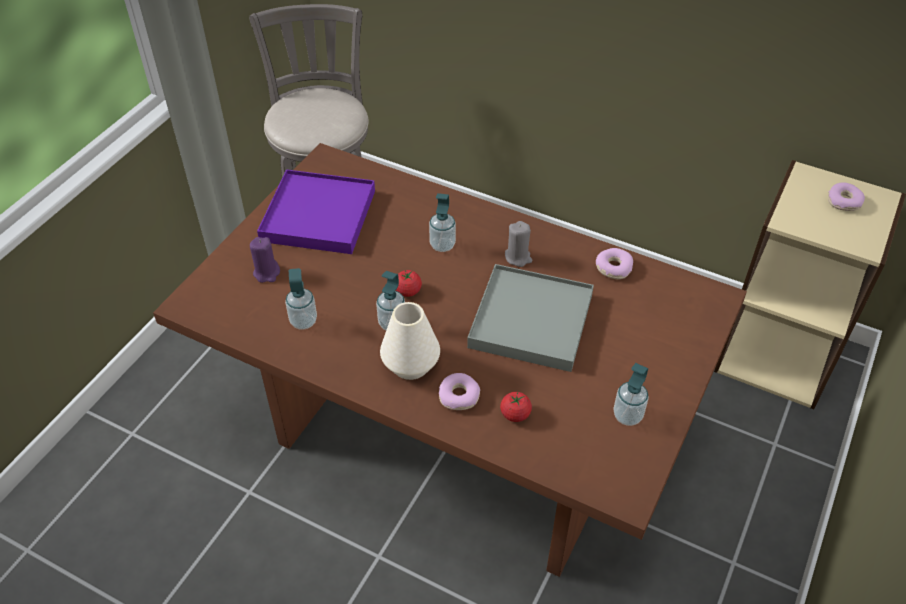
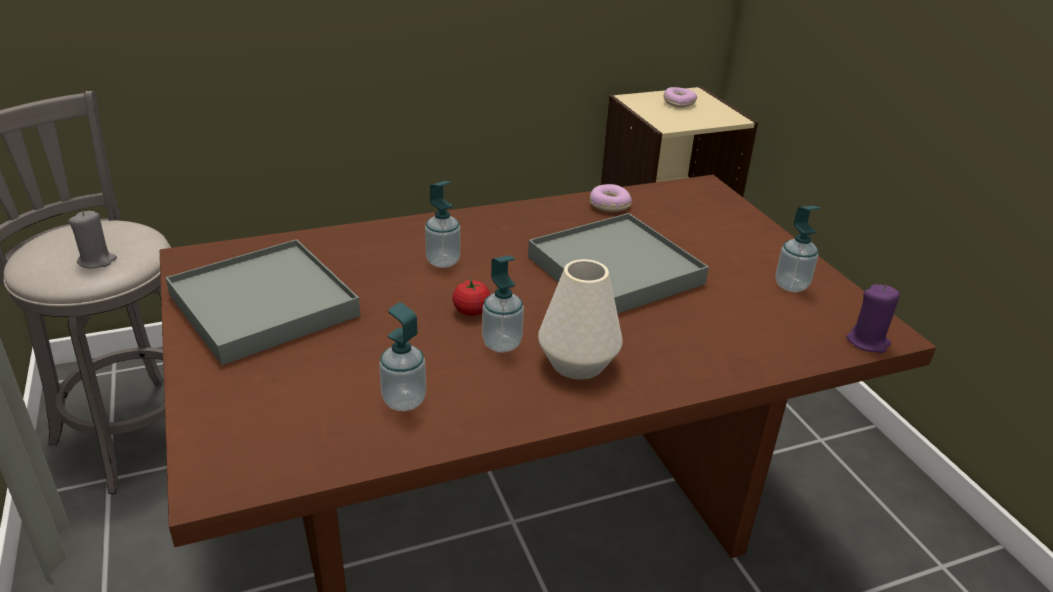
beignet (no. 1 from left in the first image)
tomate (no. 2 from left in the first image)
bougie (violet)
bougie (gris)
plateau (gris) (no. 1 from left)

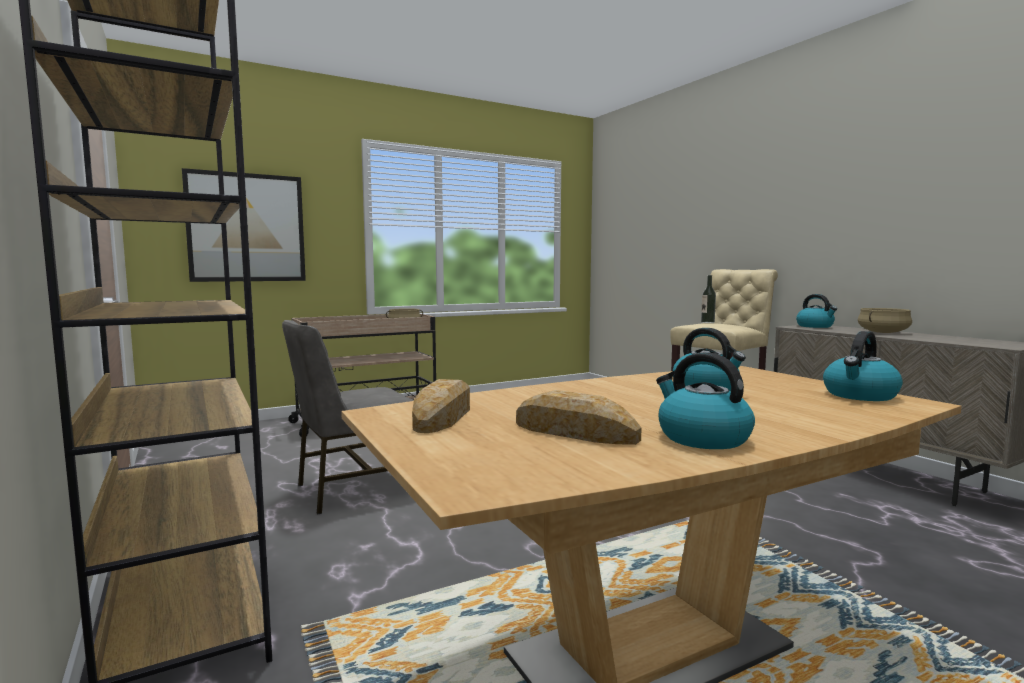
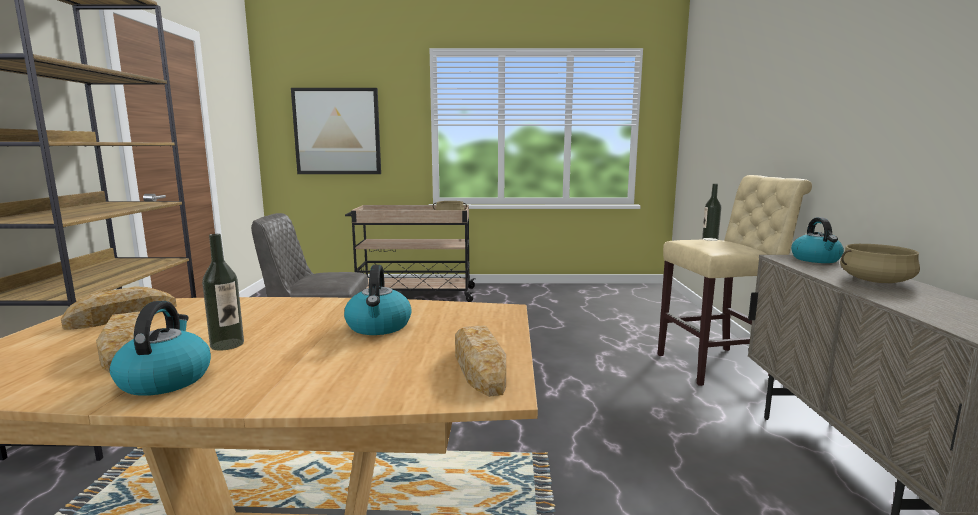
bouteille (no. 1 from left)
pain (no. 3 from left)

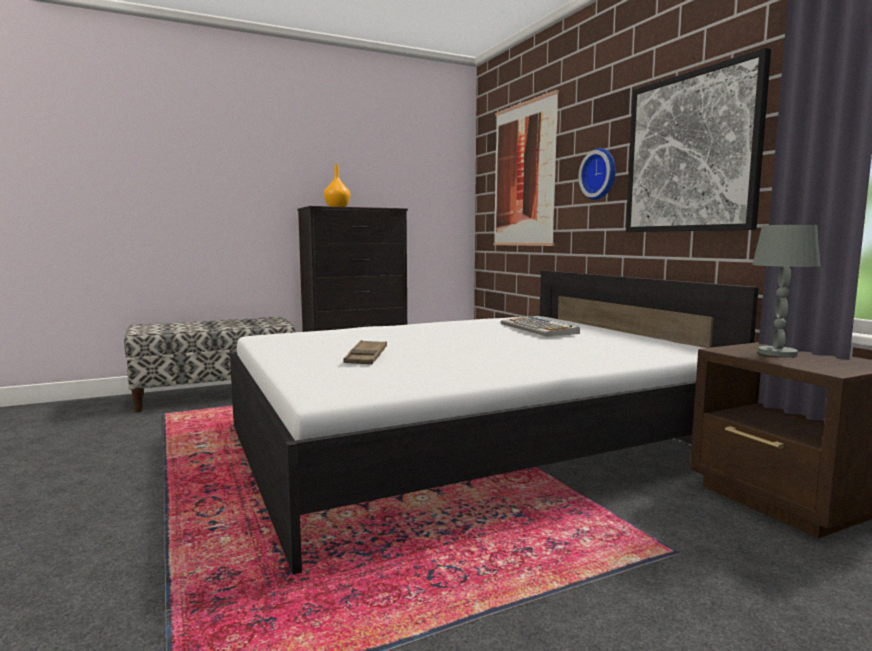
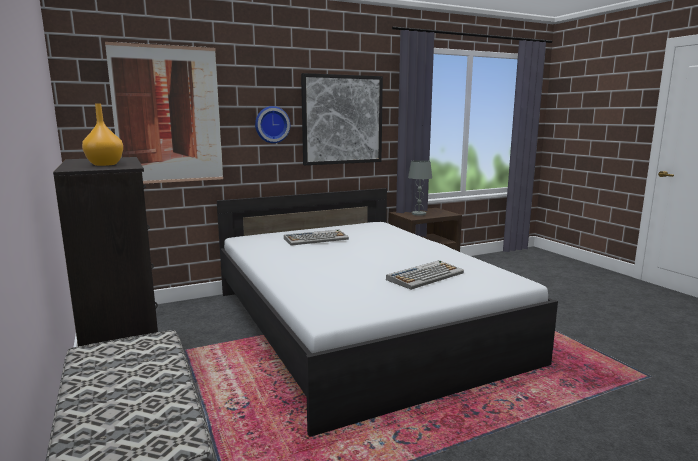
clavier (no. 2 from left)

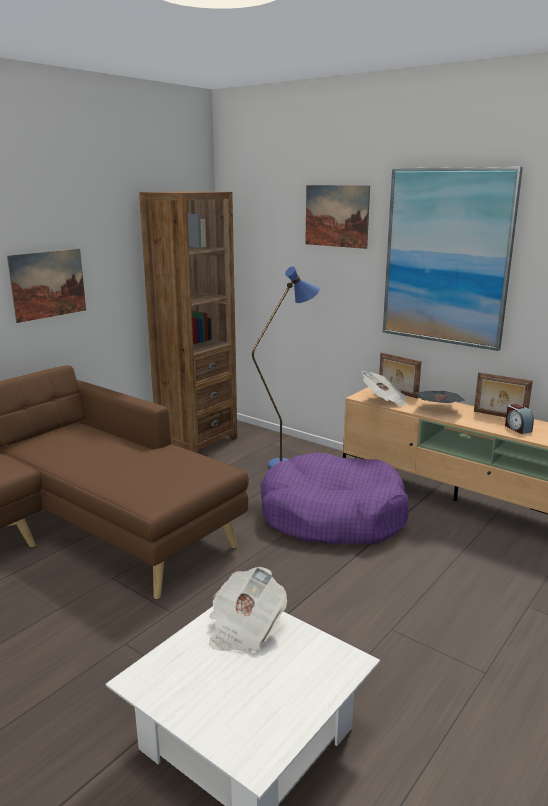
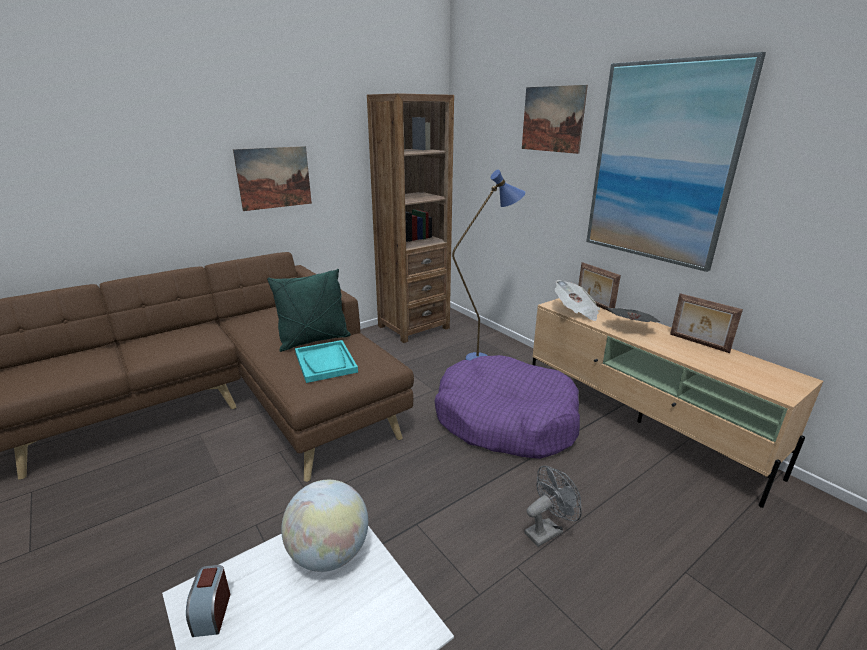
coussin (vert)
plateau (turquoise)
ventilateur (gris)
réveil
globe

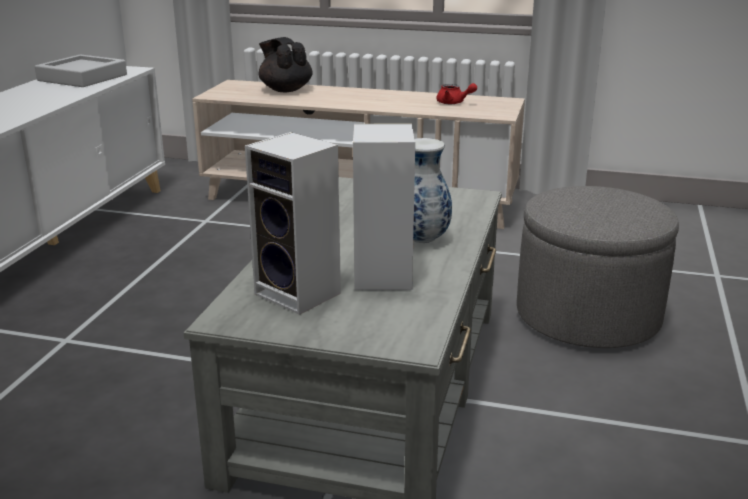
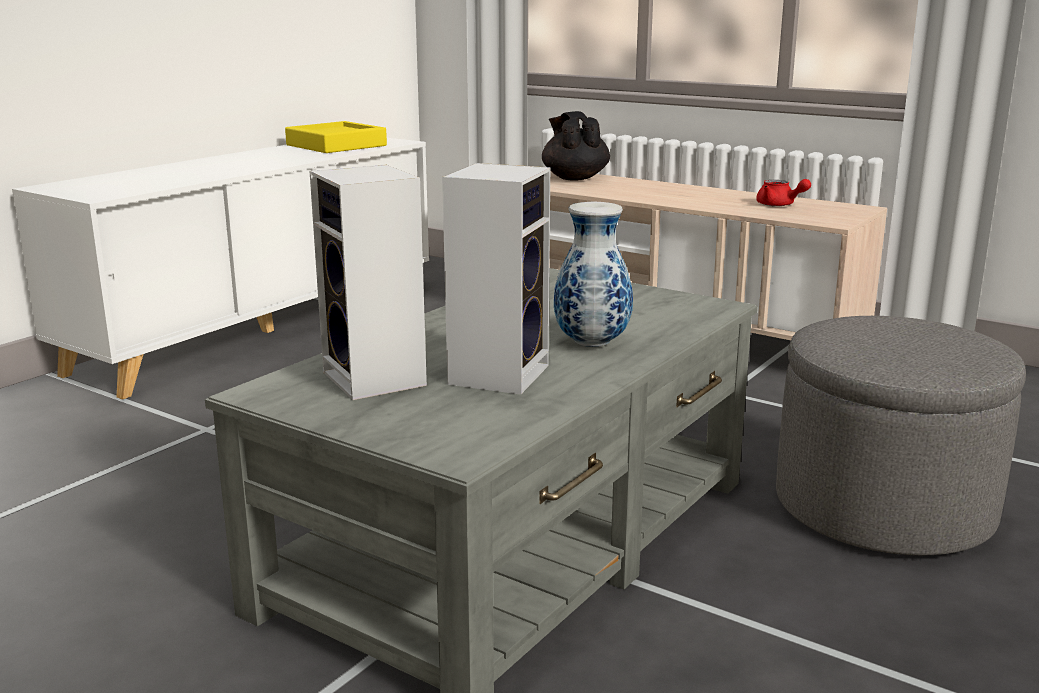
plateau (jaune)

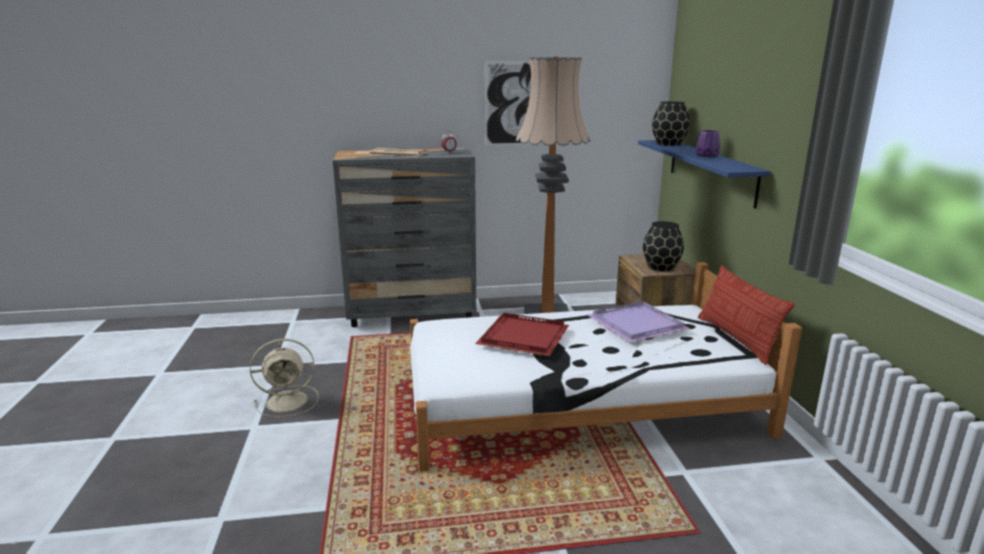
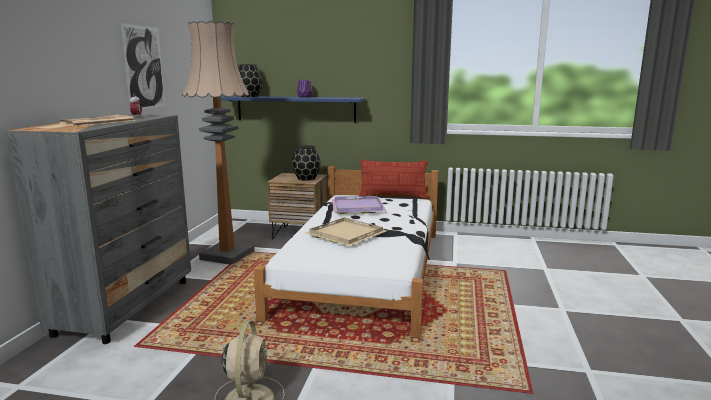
plateau (beige)

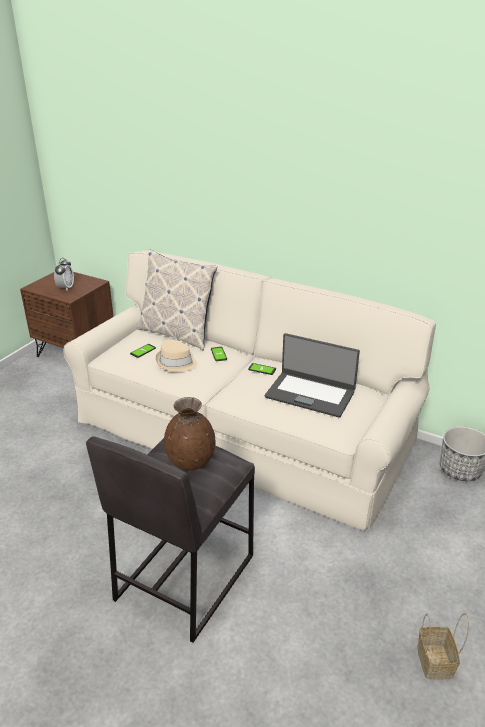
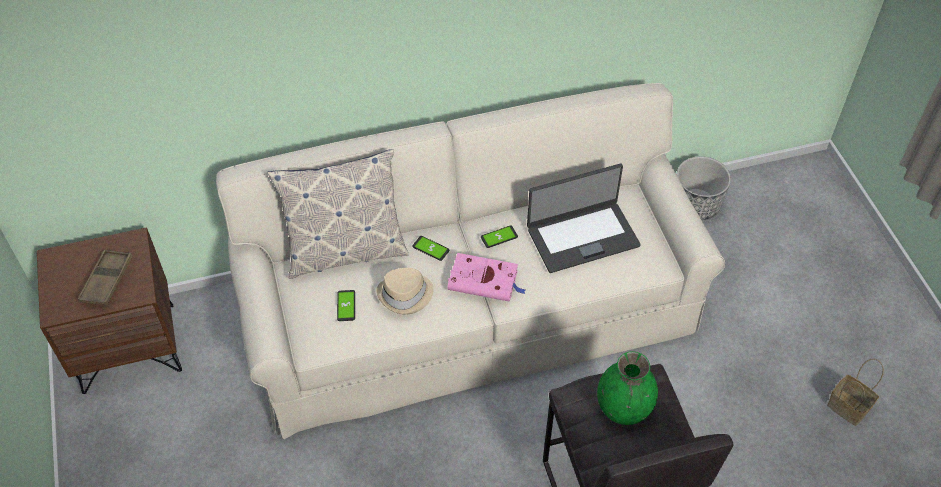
livre (rose)
plateau (marron)
vase (vert)

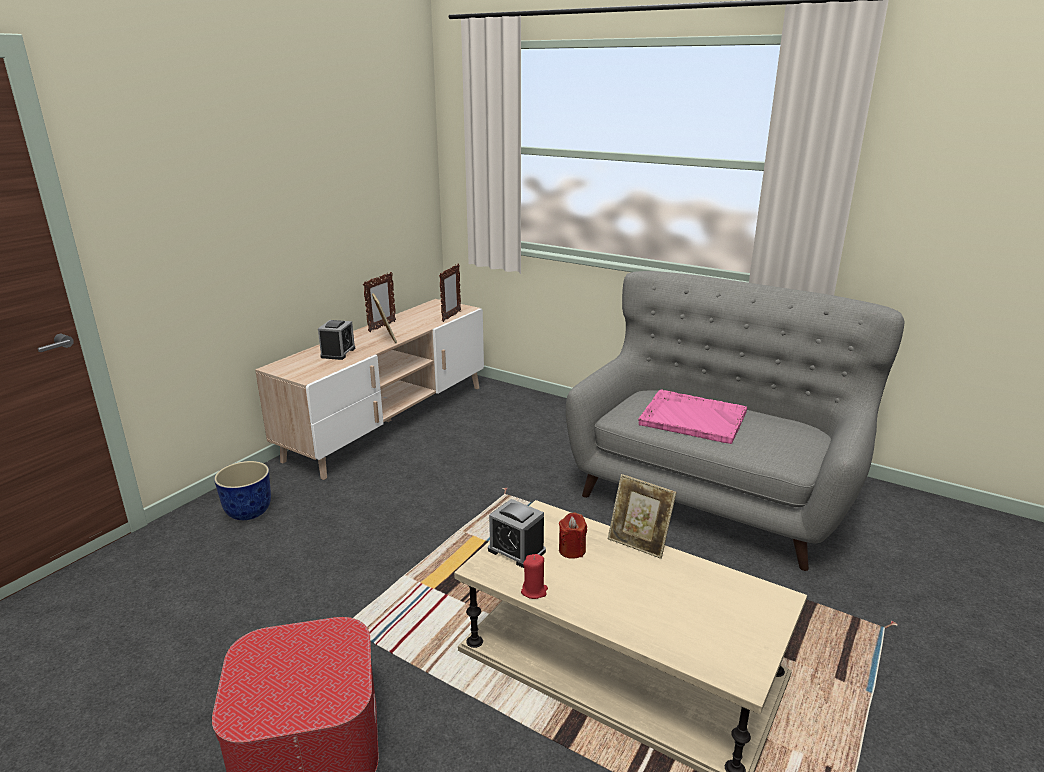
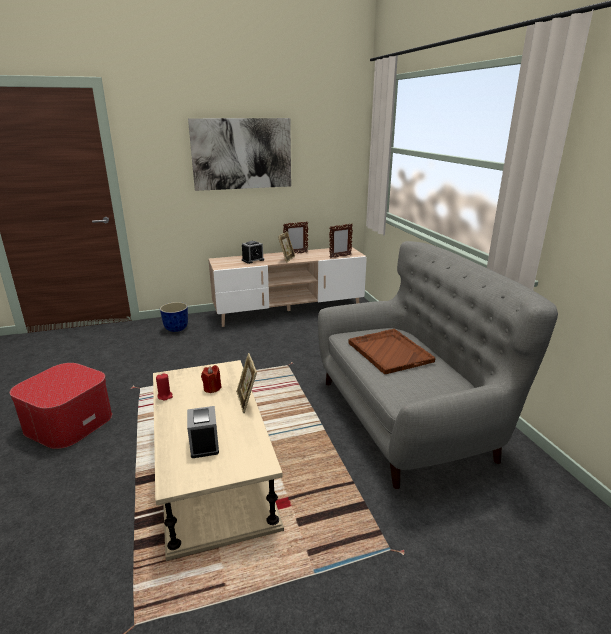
tableau
réveil (no. 1 from left)
plateau (marron)

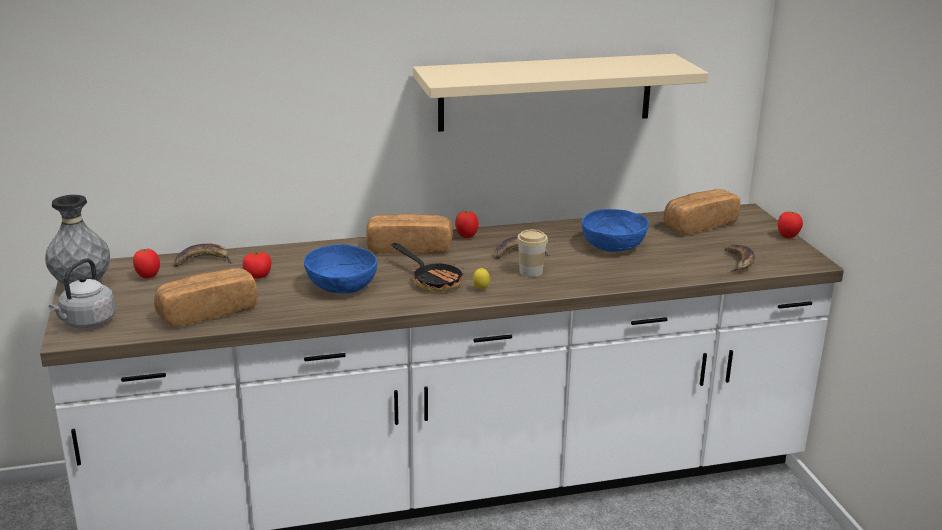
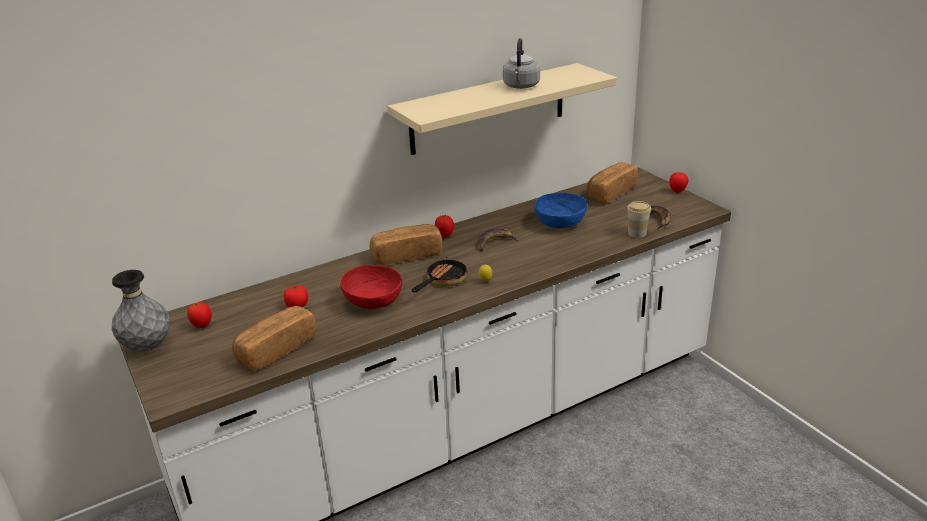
banane (no. 1 from left in the first image)
bouilloire (gris)
tasse
bol (rouge)
poêle

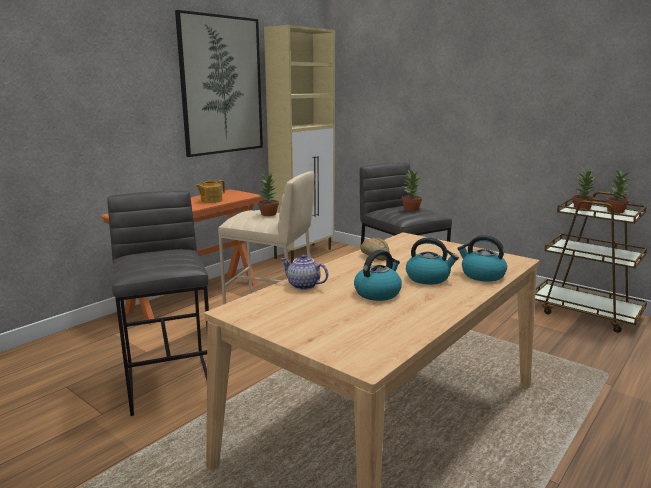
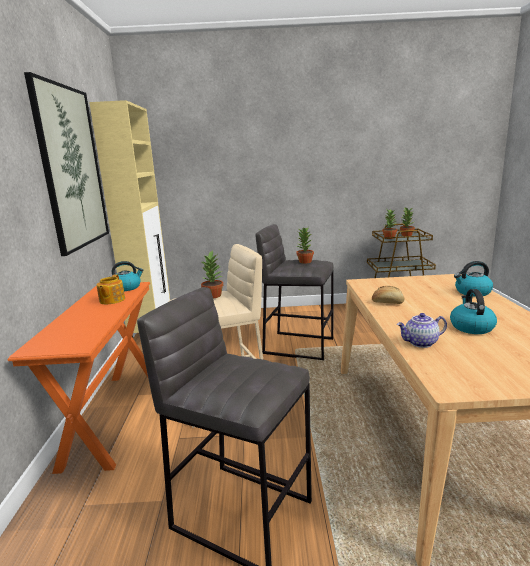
bouilloire (no. 1 from left)

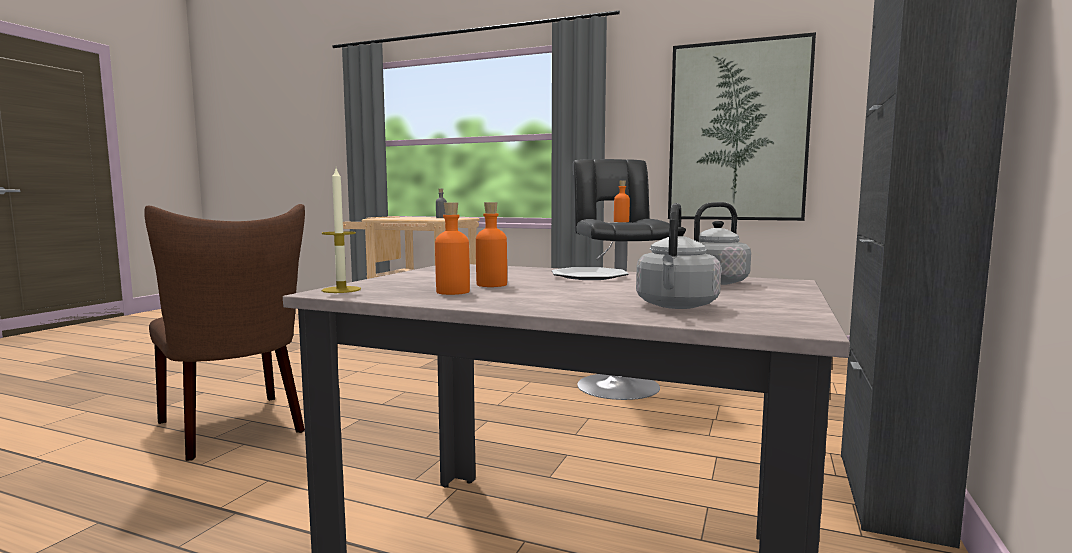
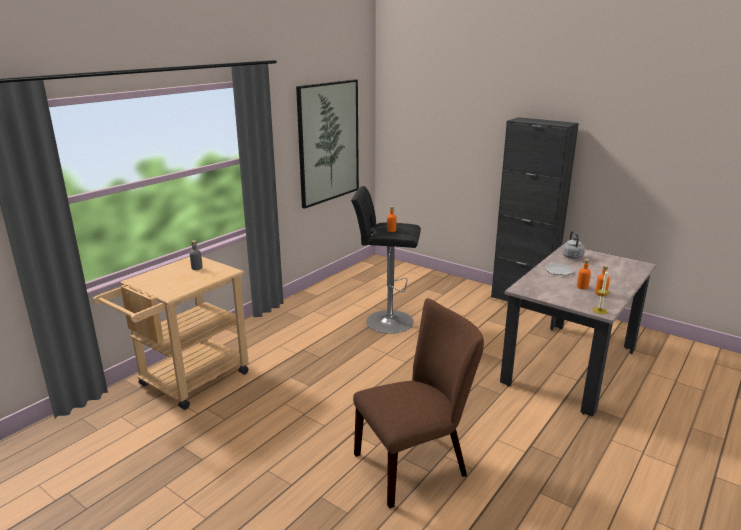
bouilloire (gris) (no. 1 from left in the first image)

